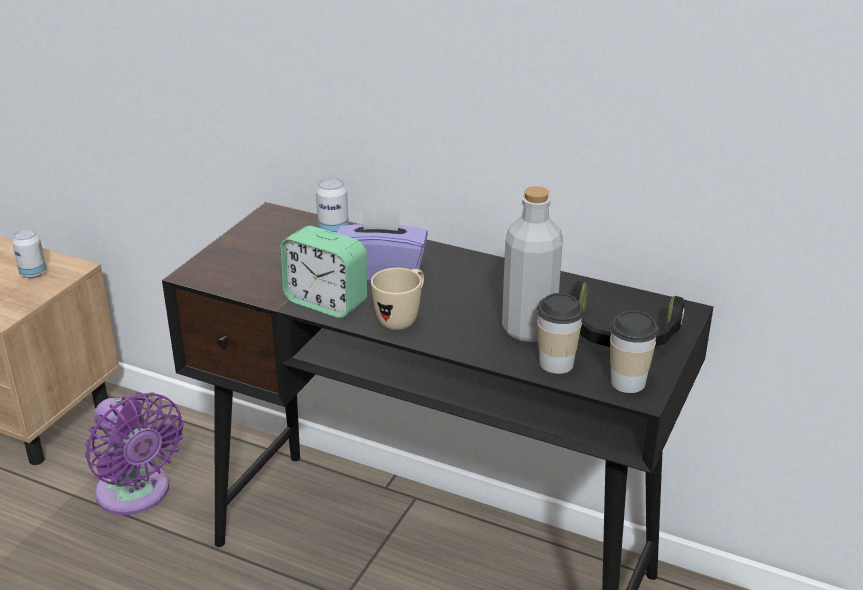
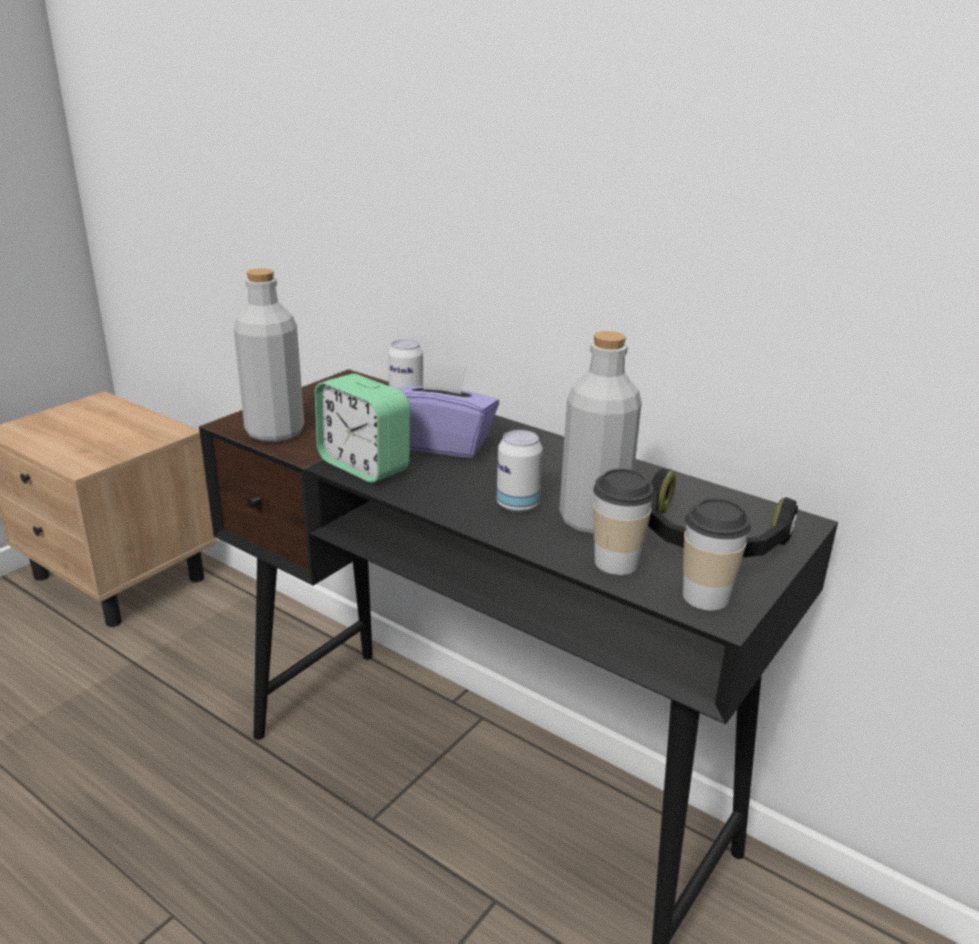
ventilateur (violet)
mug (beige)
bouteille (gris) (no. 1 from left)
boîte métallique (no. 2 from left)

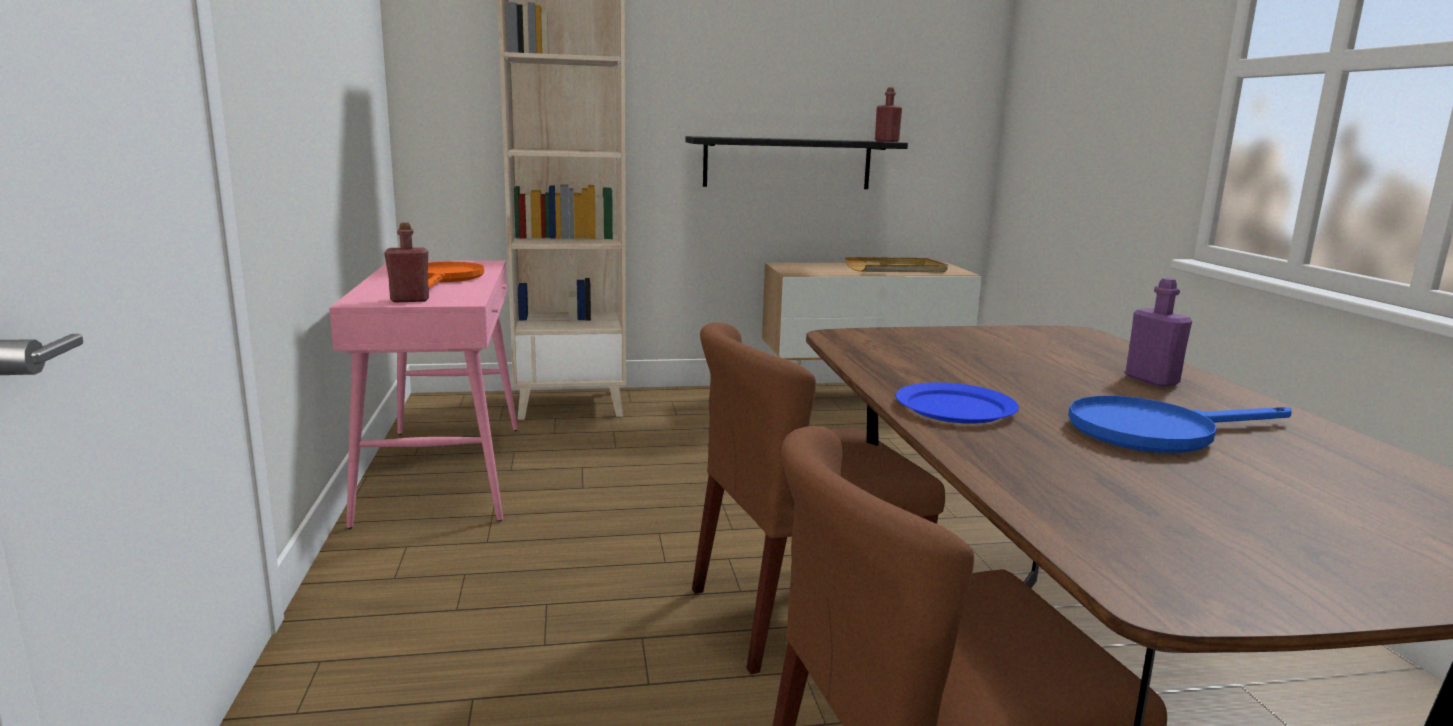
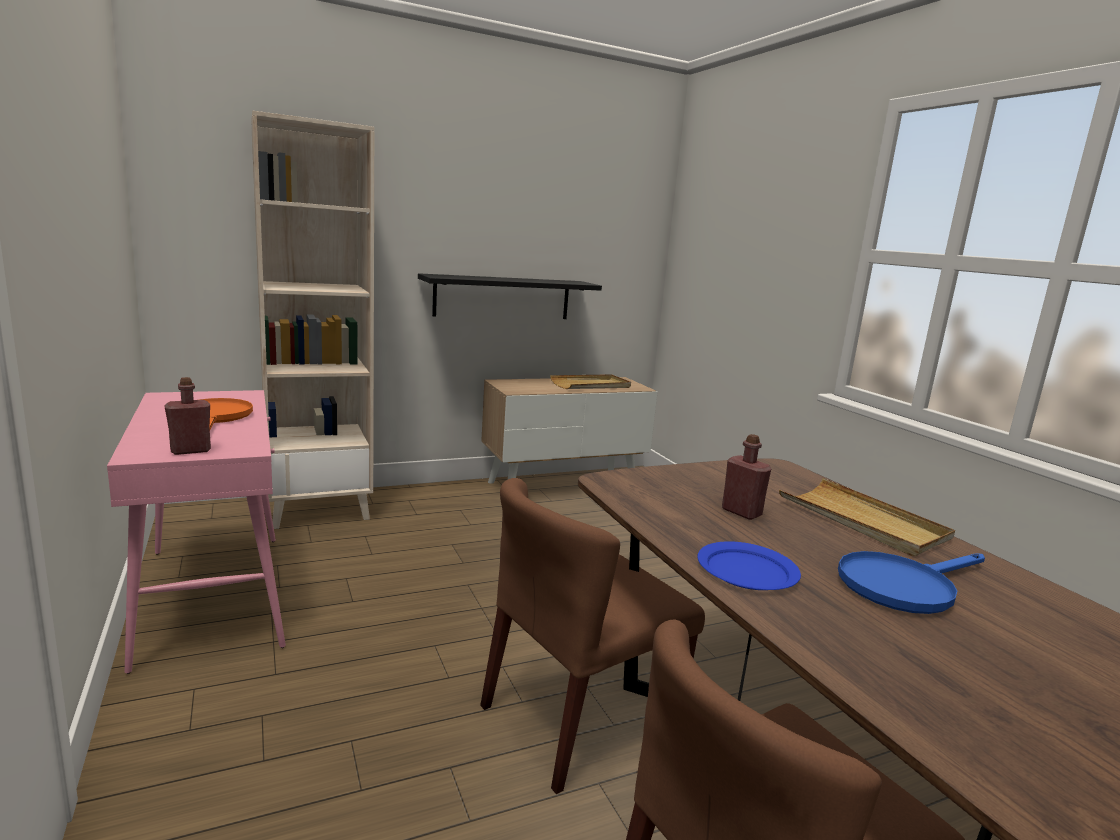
bouteille (rouge) (no. 2 from left)
plateau (beige) (no. 2 from left)

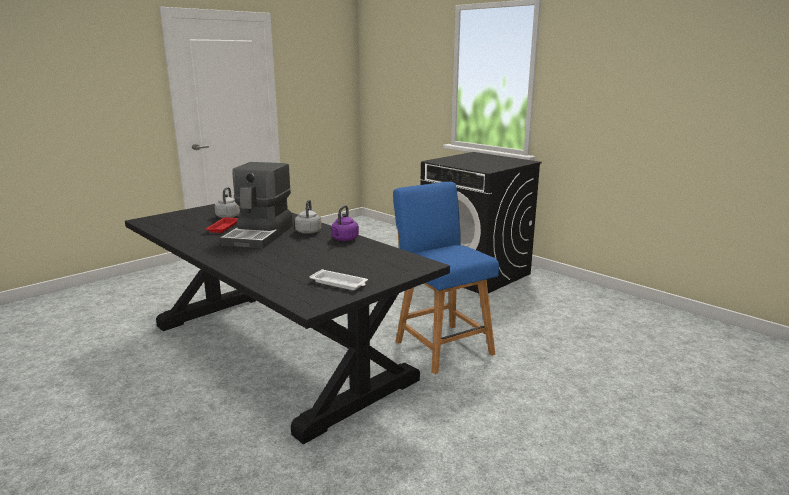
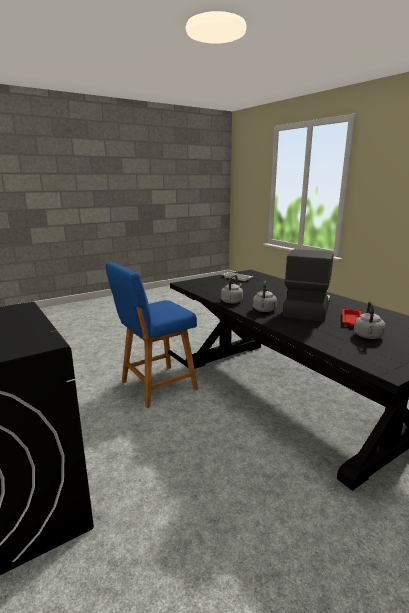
bouilloire (gris) (no. 1 from left)
chaise (bleu)

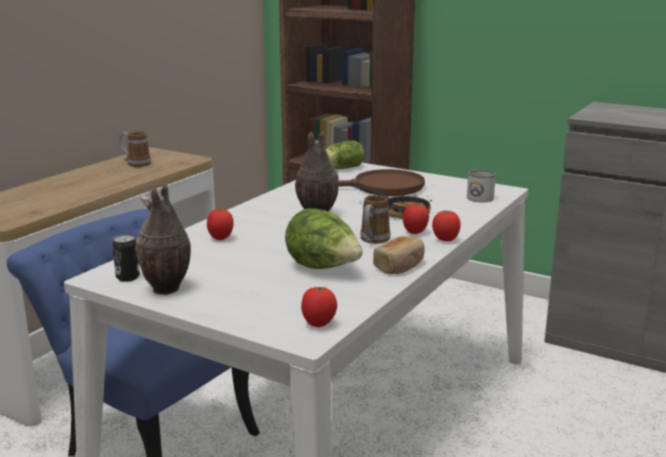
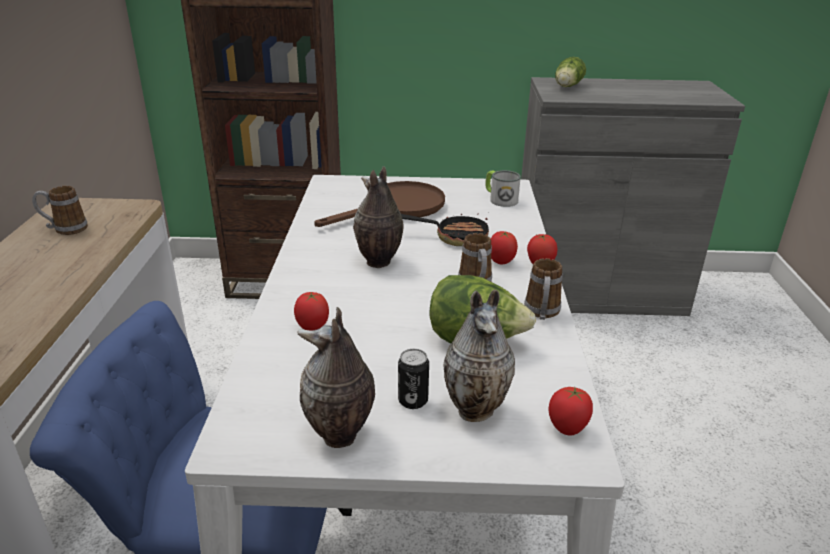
vase (no. 3 from left)
boîte métallique
laitue (no. 2 from left)
mug (no. 4 from left)

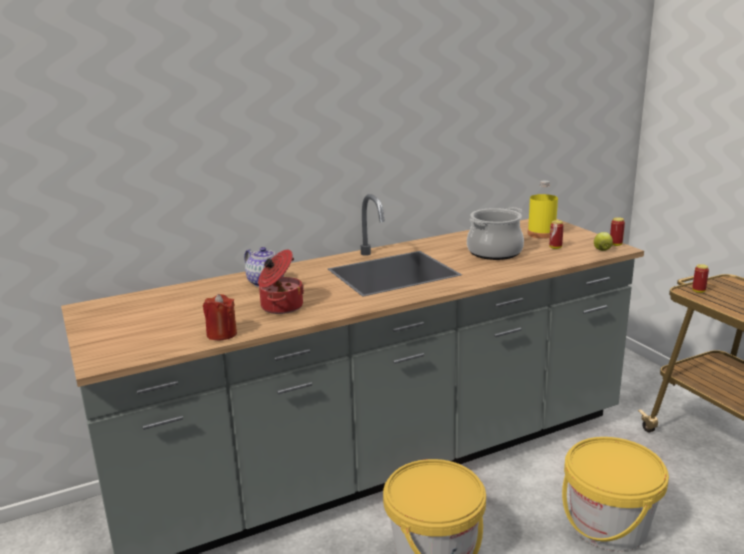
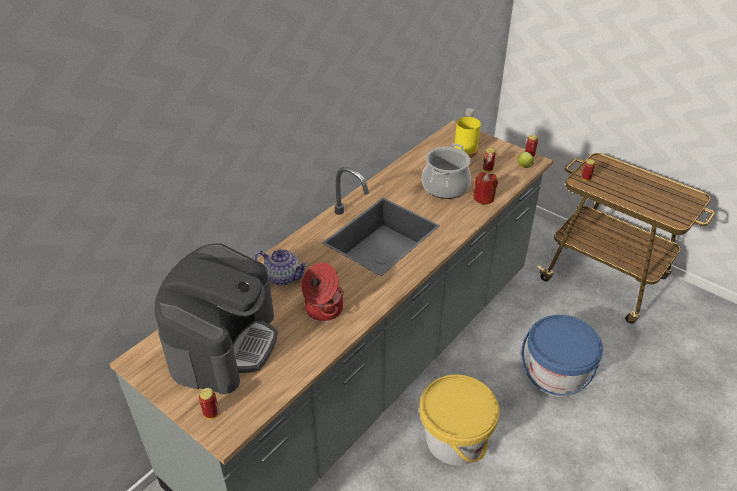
machine à café
boîte métallique (no. 1 from left)
bougie (rouge)
seau (bleu)

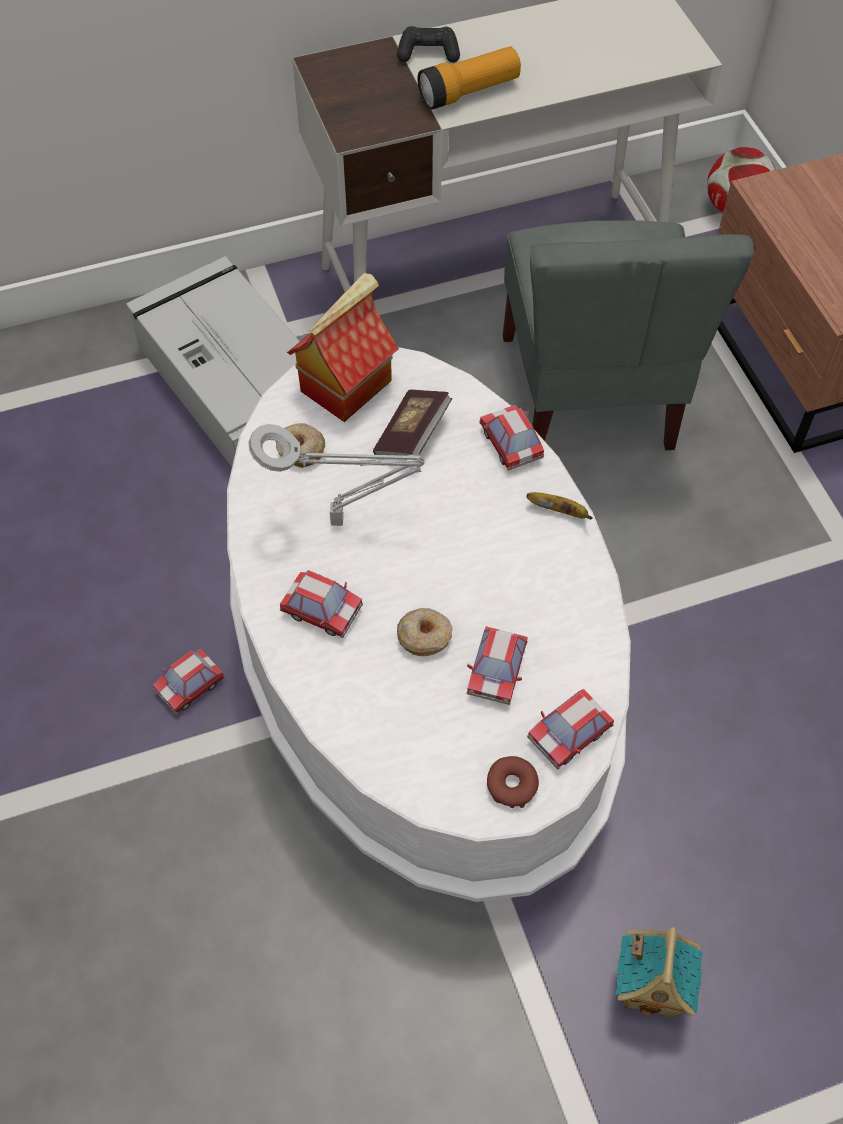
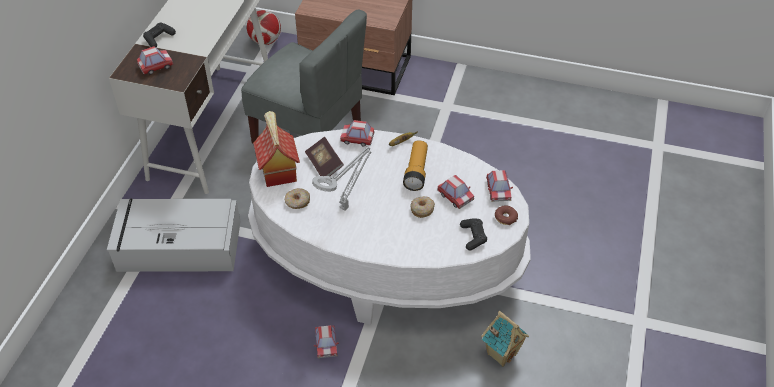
manette (noir) (no. 2 from left)
petite voiture (no. 1 from left)
lampe de poche
maison miniature (no. 2 from left)

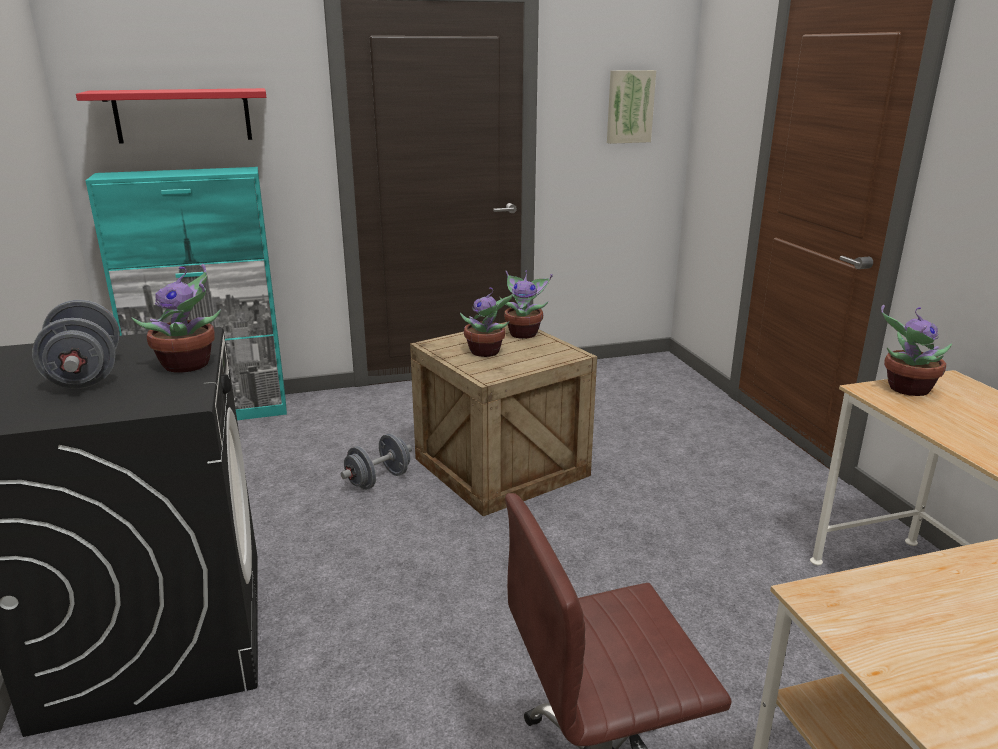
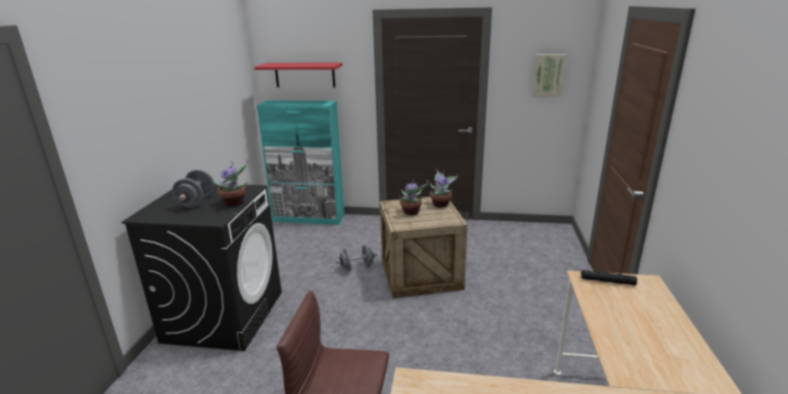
lampe de poche (noir)

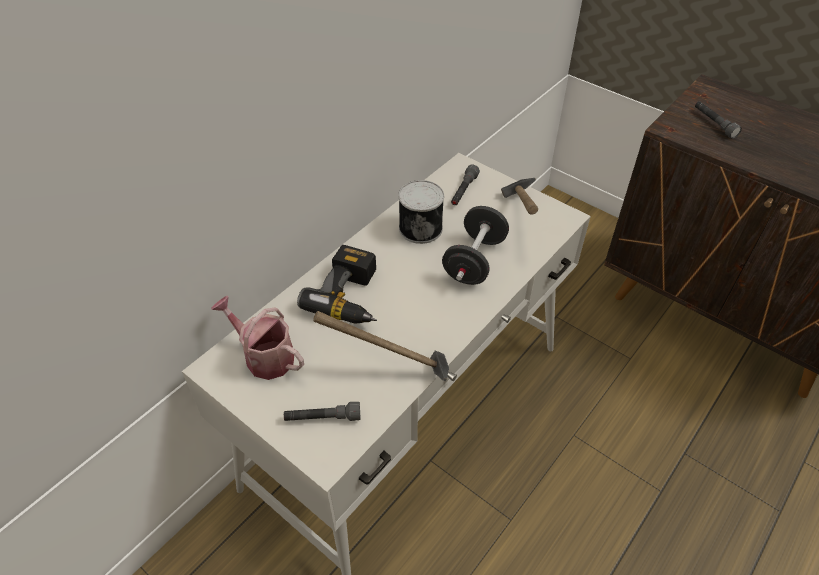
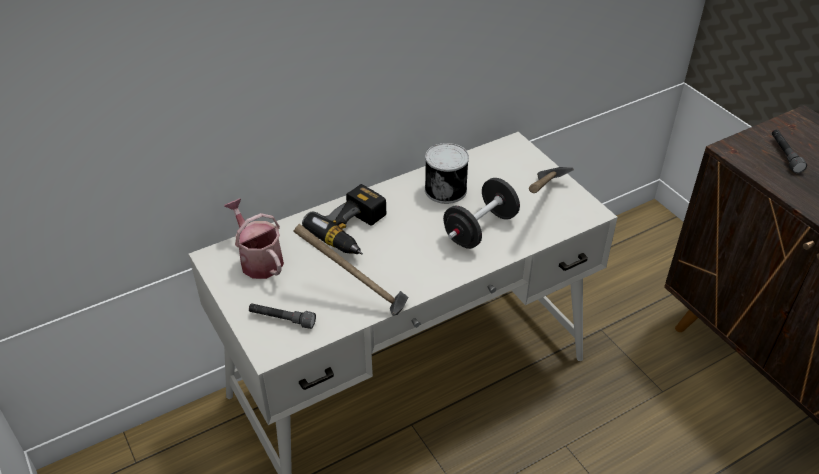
lampe de poche (gris) (no. 2 from left in the first image)

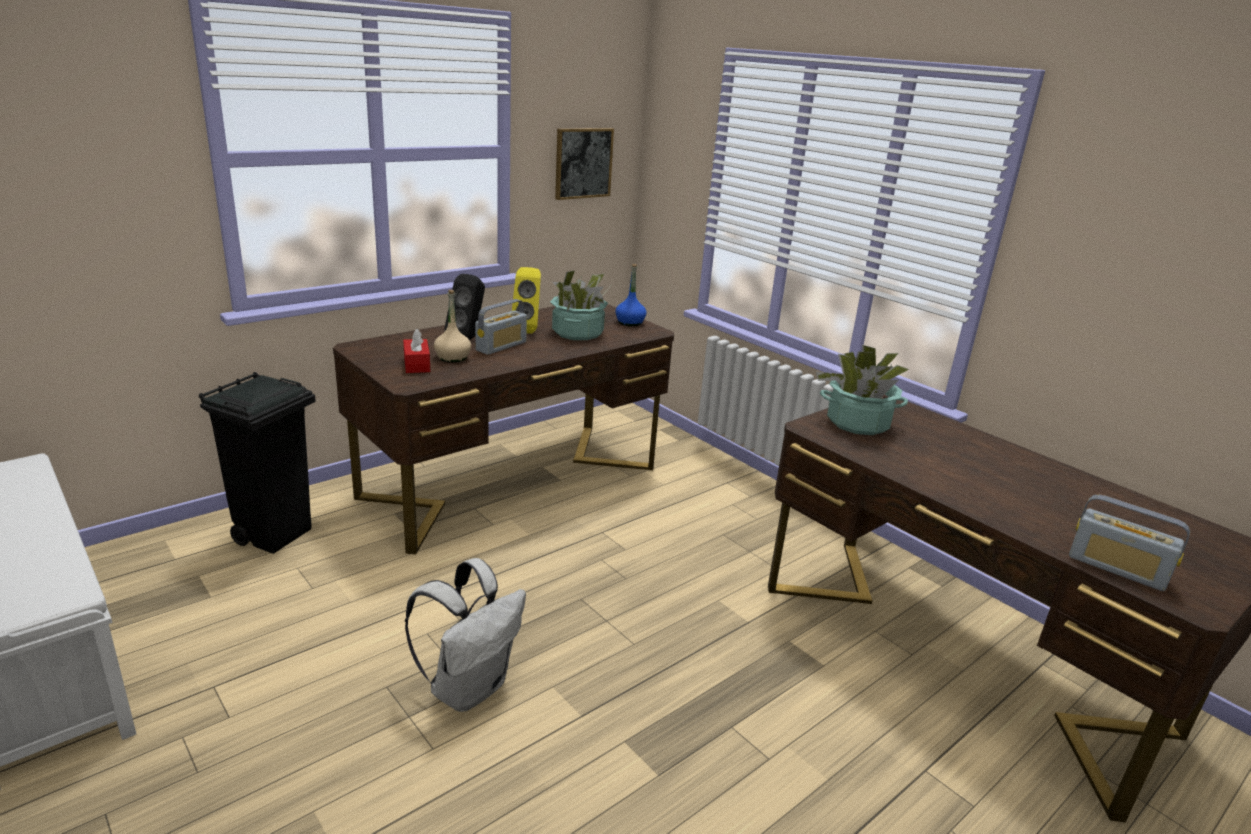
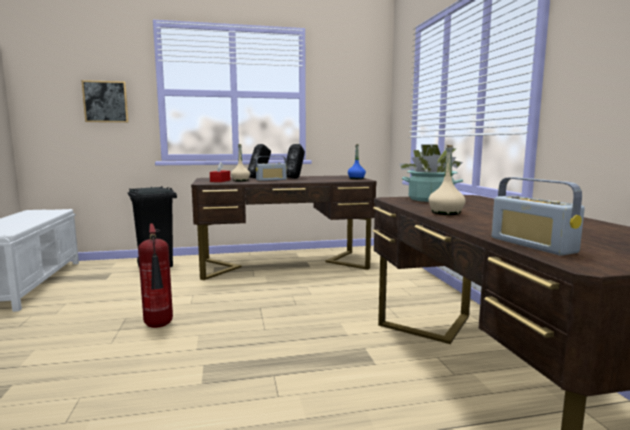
plante en pot (no. 1 from left in the first image)
bouteille (beige) (no. 2 from left)
tableau
extincteur
enceinte (noir) (no. 2 from left)

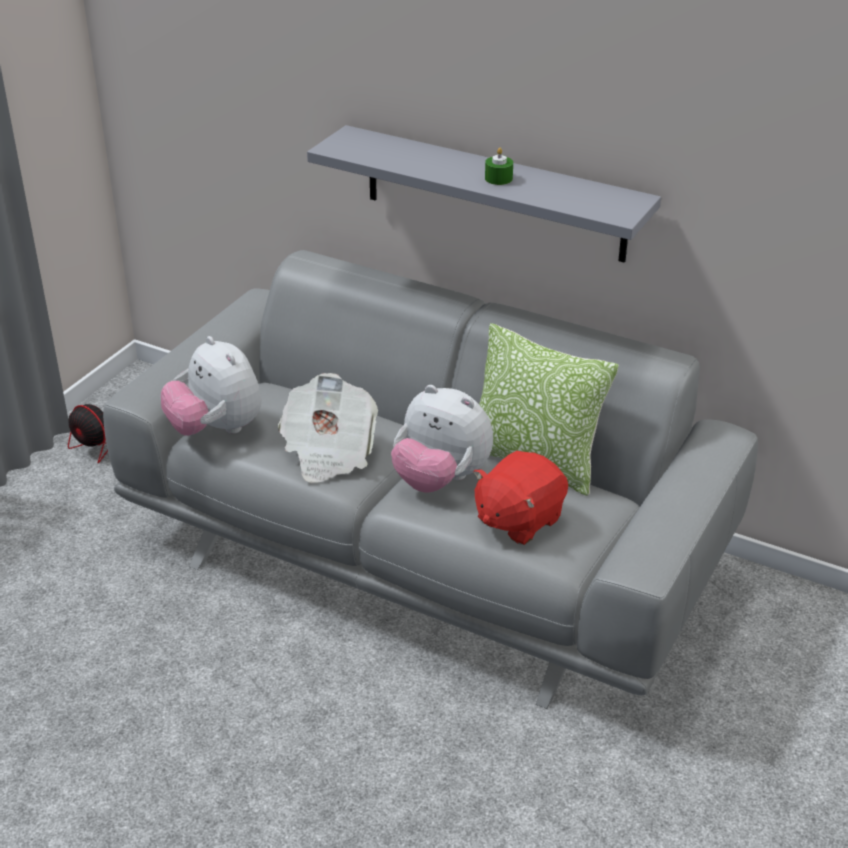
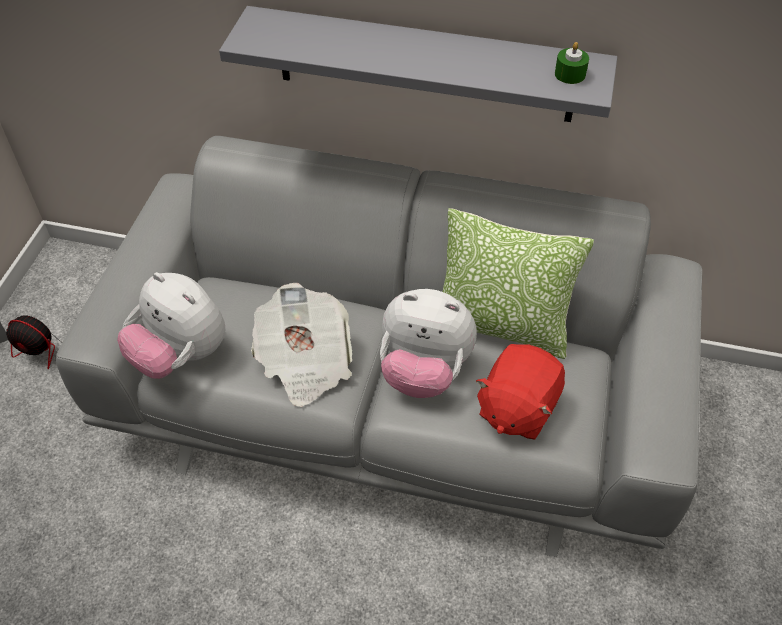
bougie (vert)

